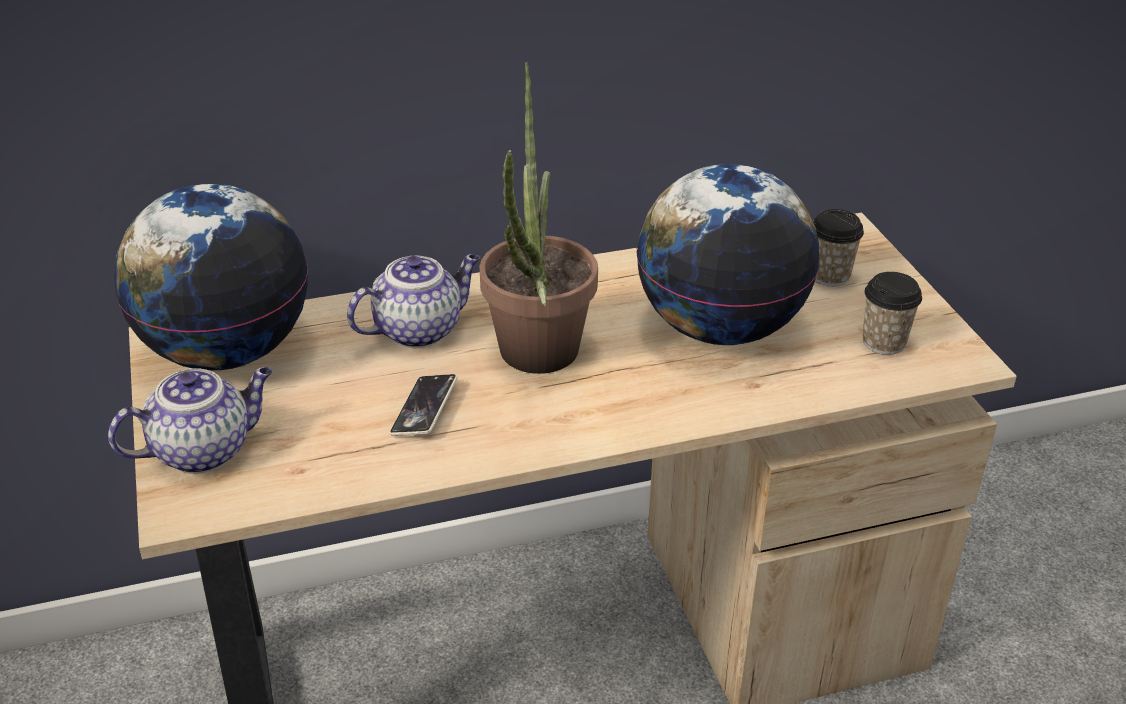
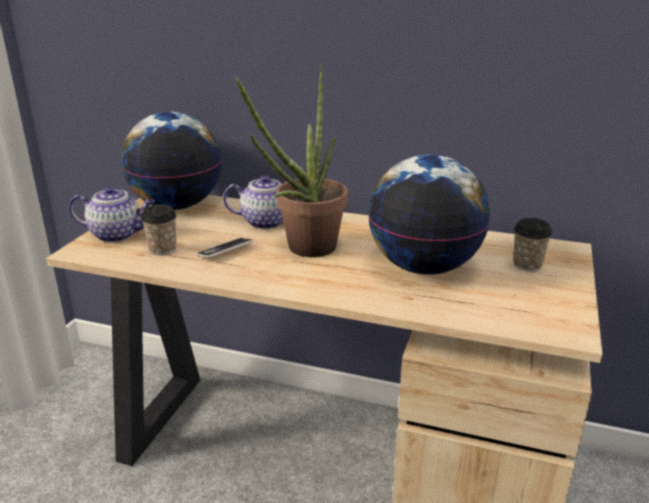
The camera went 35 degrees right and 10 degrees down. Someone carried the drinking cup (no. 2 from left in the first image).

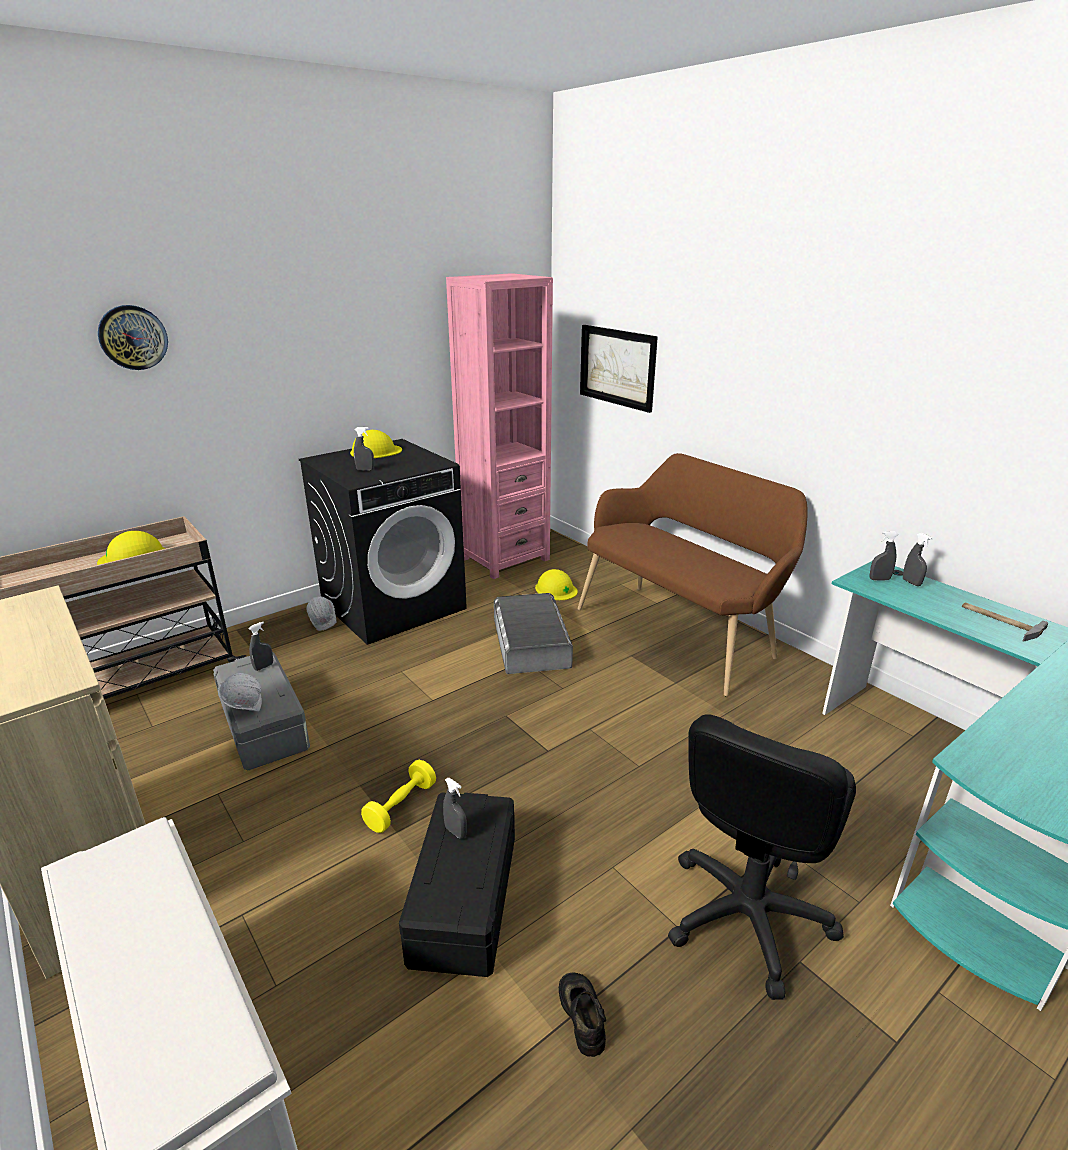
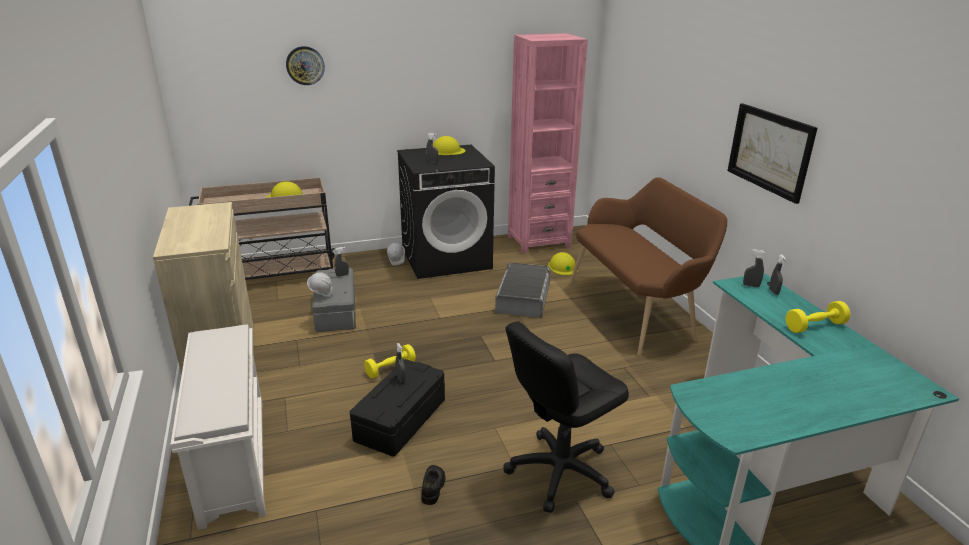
The camera went 20 degrees right and 0 degrees up. Someone carried the picture. Someone swapped the hand hammer for the yellowish free weight (no. 2 from left).

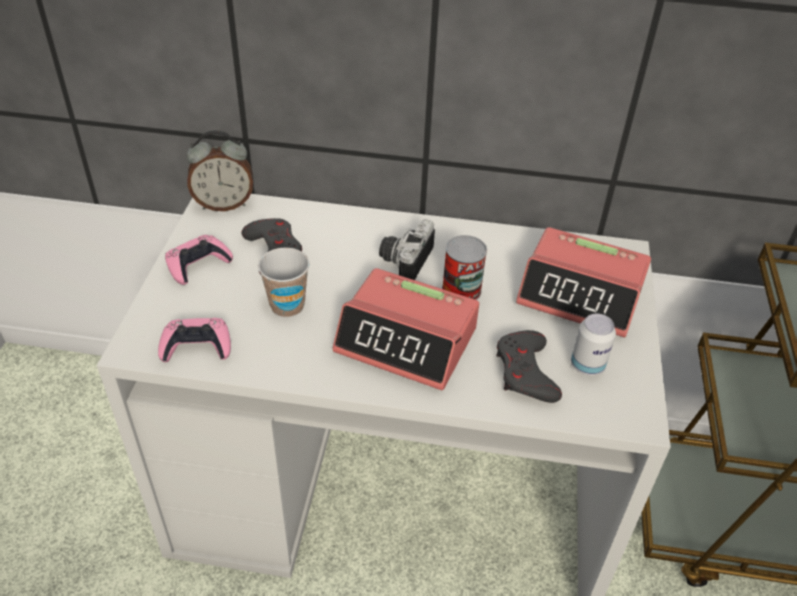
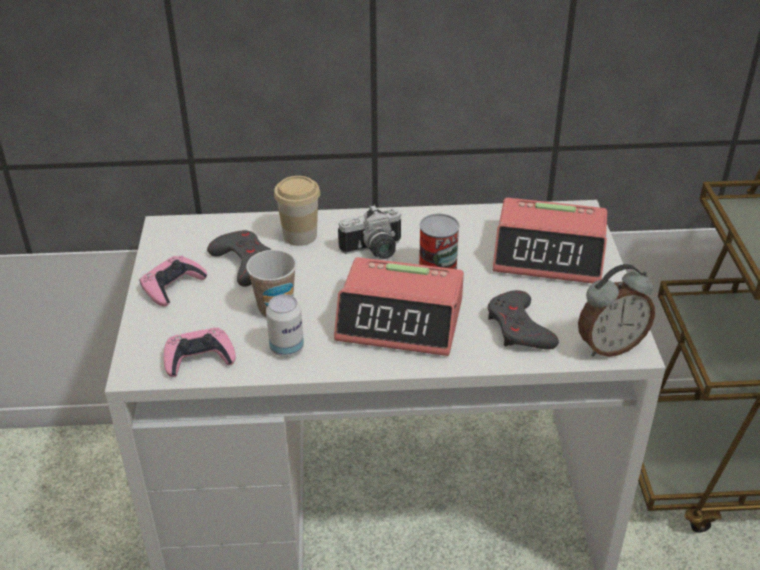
The camera went 10 degrees left and 5 degrees down. Someone carried the metal can (no. 2 from left in the first image). Someone put down the drinking cup (no. 2 from left). Someone rotated the still camera by 120 degrees counterclockwise. Someone carried the table clock (no. 1 from left in the first image).

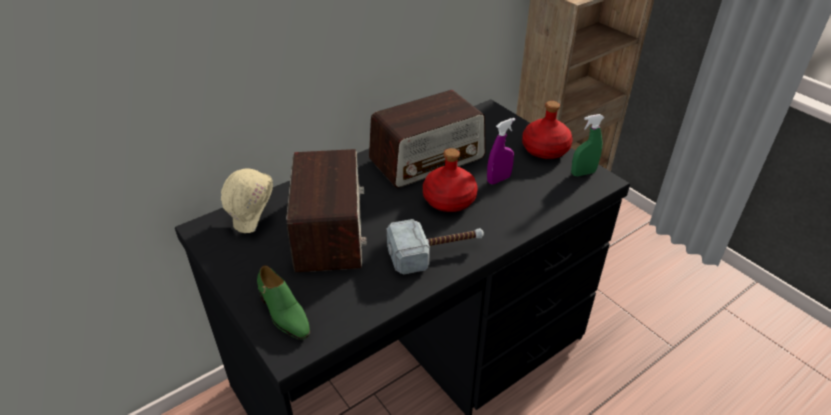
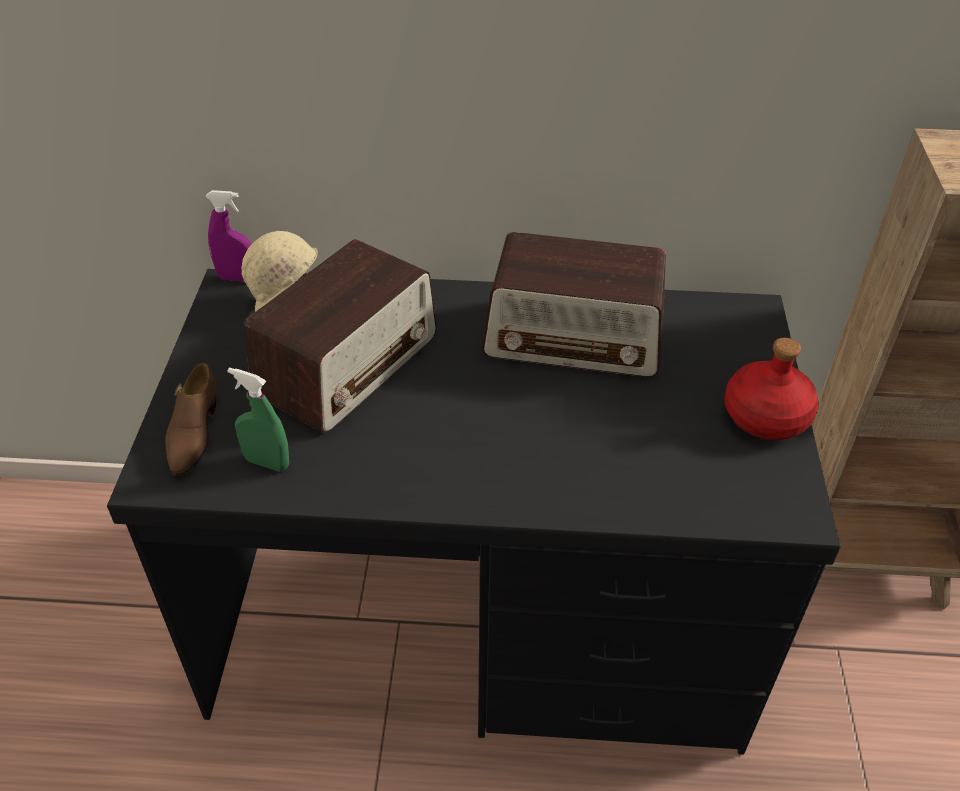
The camera went 40 degrees right and 5 degrees up. Someone repainted the green-coloured shoe, which became the brownish shoe. Someone carried the purple-coloured hand sprayer. Someone carried the green-coloured hand sprayer. Someone took away the hand hammer. Someone took away the red-coloured drink bottle (no. 1 from left).

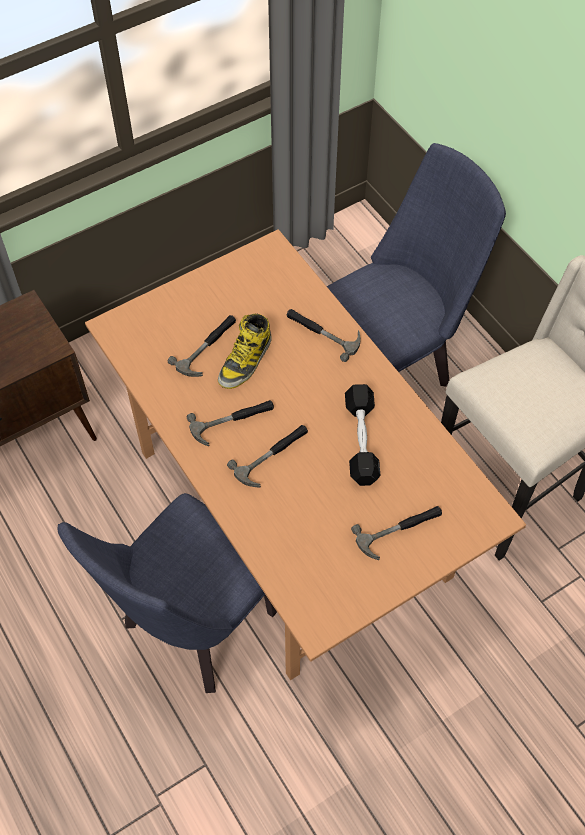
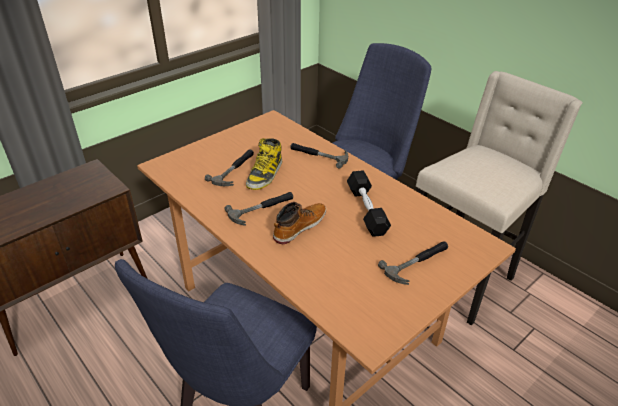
The camera went 10 degrees left and 20 degrees down. Someone swapped the hand hammer (no. 3 from left) for the tall boot (no. 2 from left).

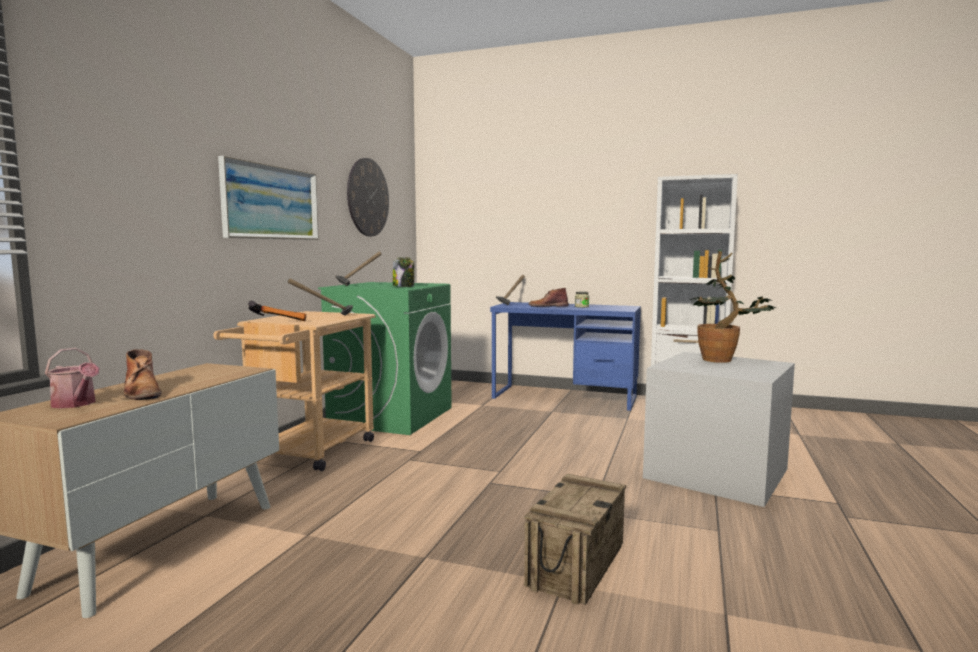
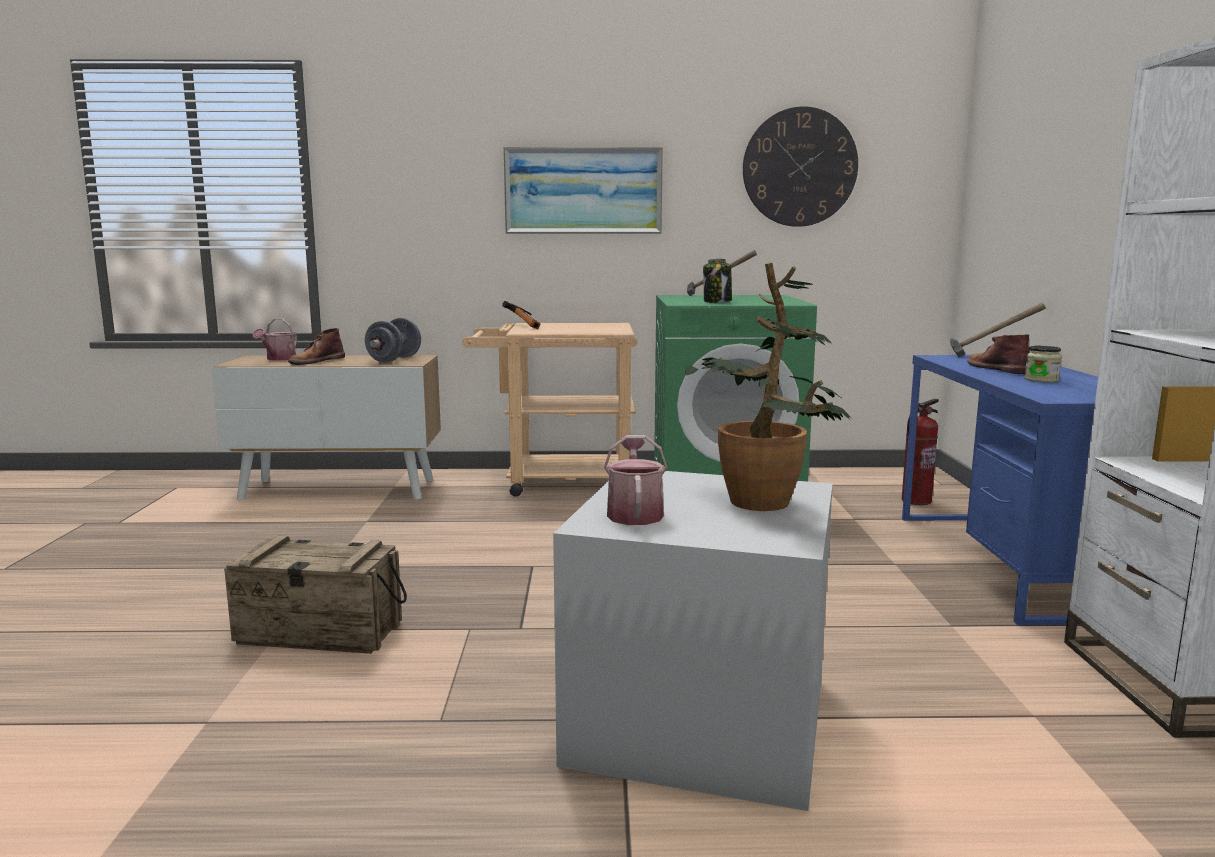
The camera went 70 degrees right and 5 degrees up. Someone put down the gray free weight. Someone put down the watering pot (no. 2 from left). Someone put down the fire extinguisher. Someone took away the hand hammer (no. 2 from left).

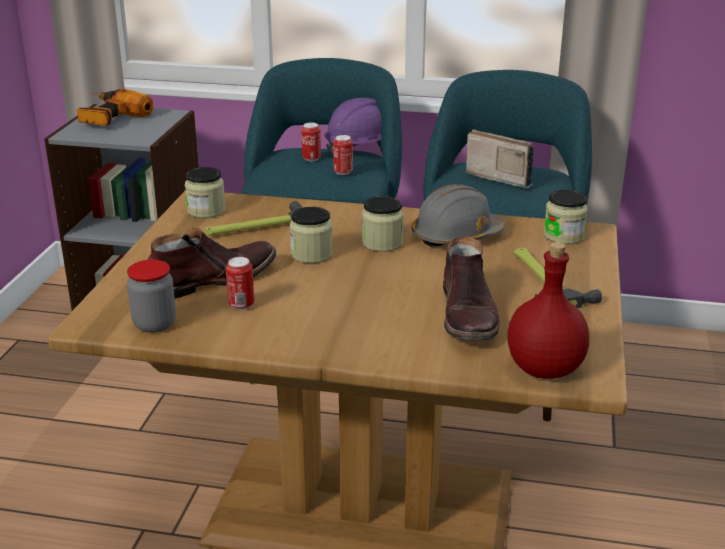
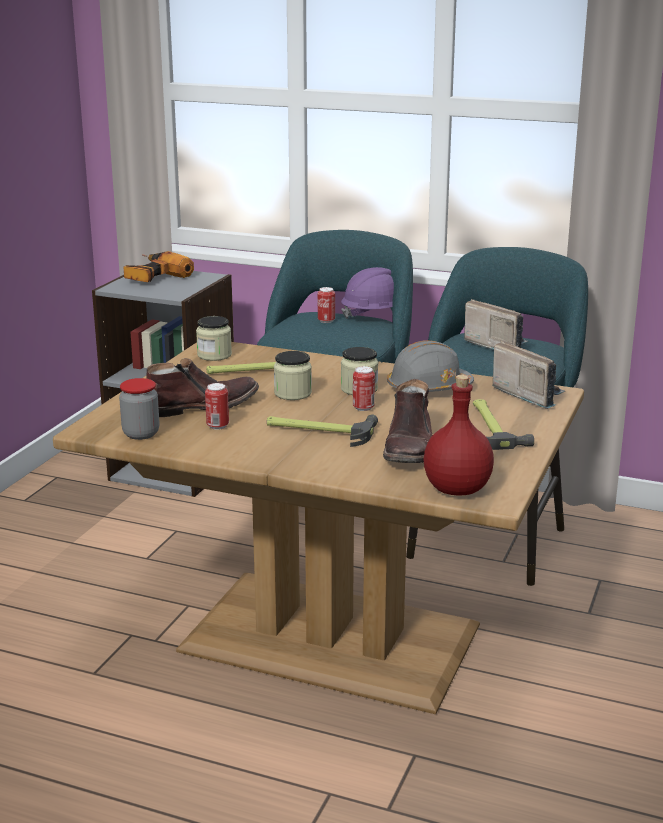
The camera went 10 degrees right and 5 degrees down. Someone put down the hand hammer (no. 2 from left). Someone carried the metal can (no. 3 from left). Someone swapped the preserve jar (no. 5 from left) for the radio set (no. 2 from left).

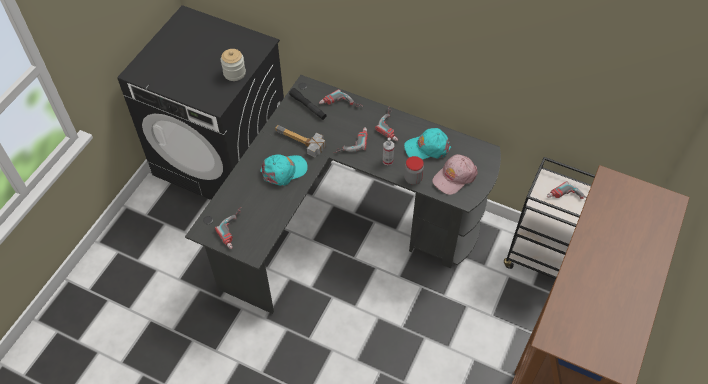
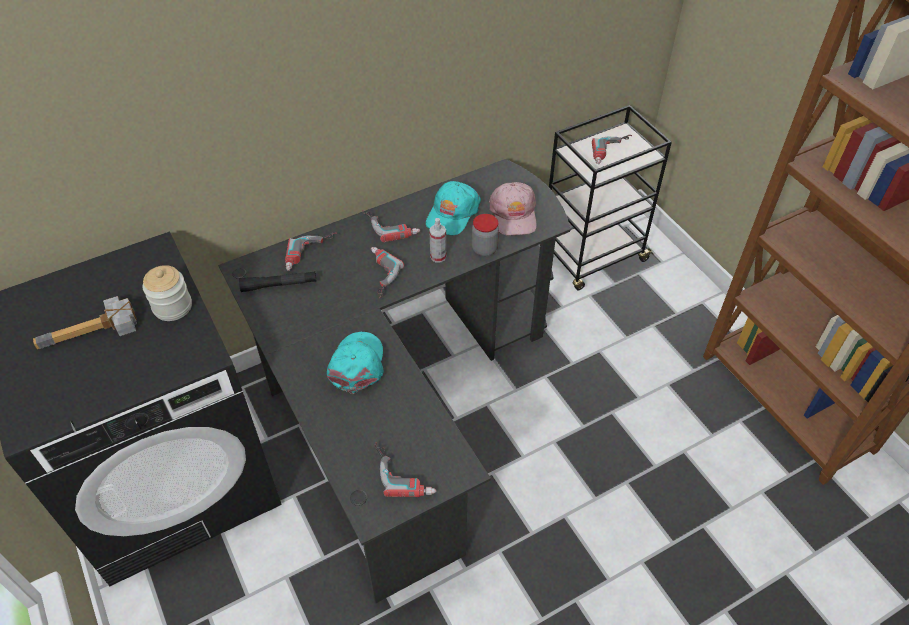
The camera went 55 degrees left and 5 degrees down. Someone carried the hand hammer.

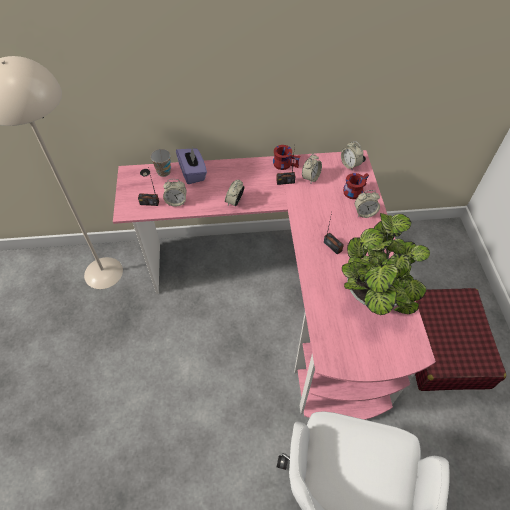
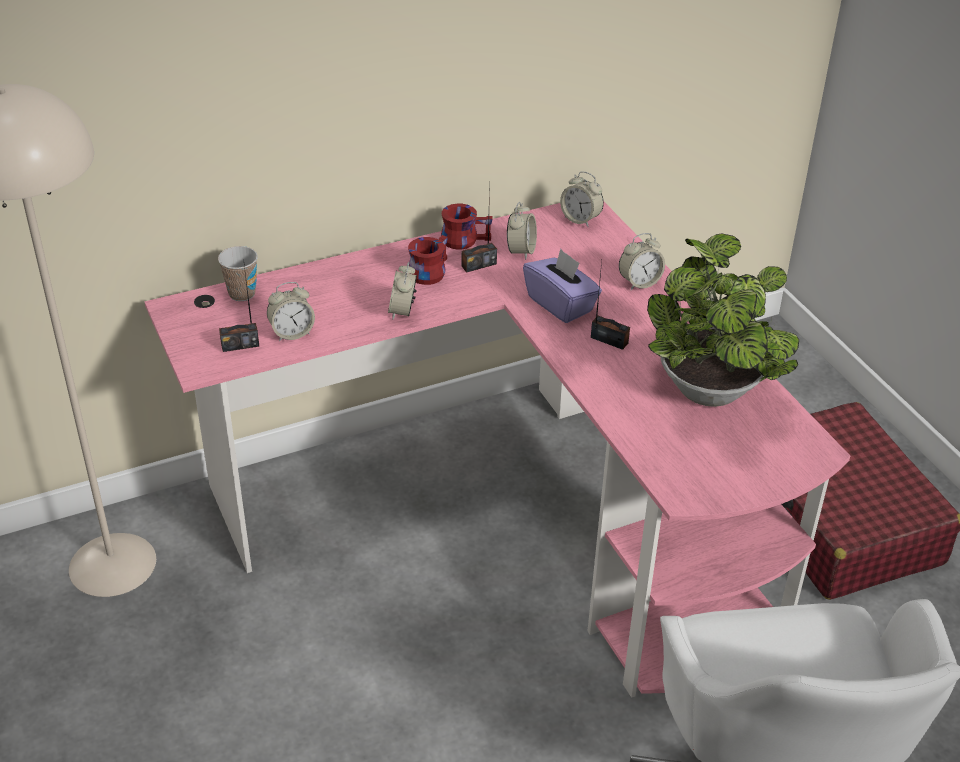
The camera went 20 degrees left and 15 degrees down. Someone carried the red-coloured tea mug (no. 2 from left in the first image). Someone carried the purple-coloured box of tissues.

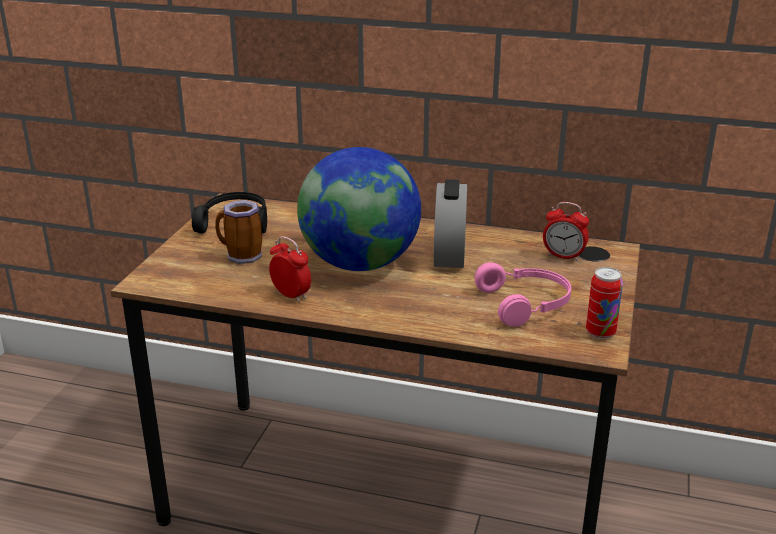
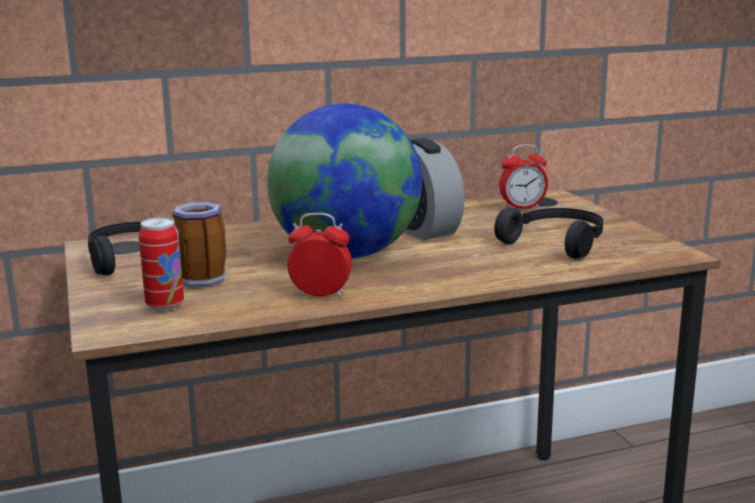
The camera went 35 degrees left and 10 degrees down. Someone carried the metal can. Someone repainted the pink pair of headphones, which became the black pair of headphones (no. 2 from left).

